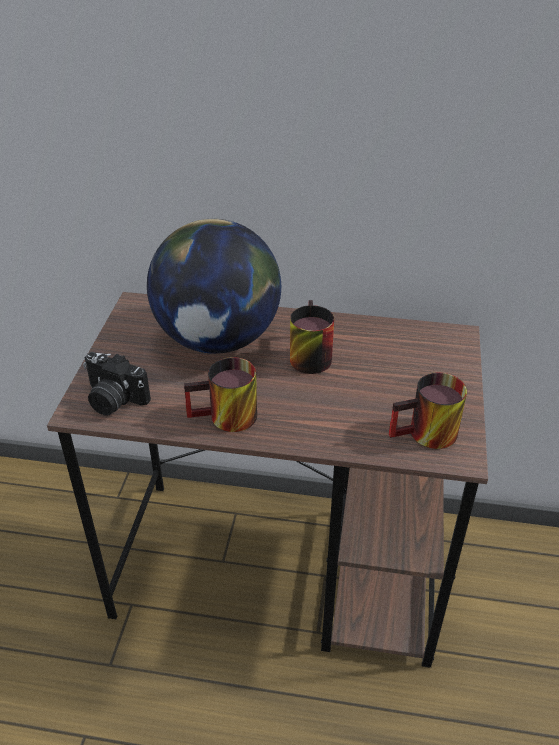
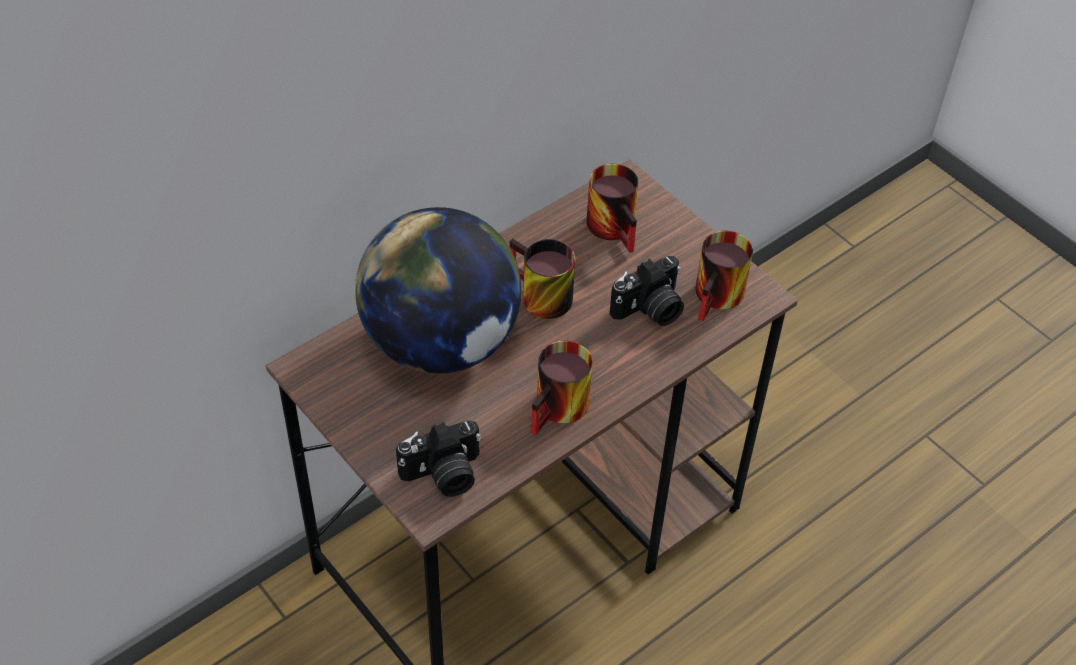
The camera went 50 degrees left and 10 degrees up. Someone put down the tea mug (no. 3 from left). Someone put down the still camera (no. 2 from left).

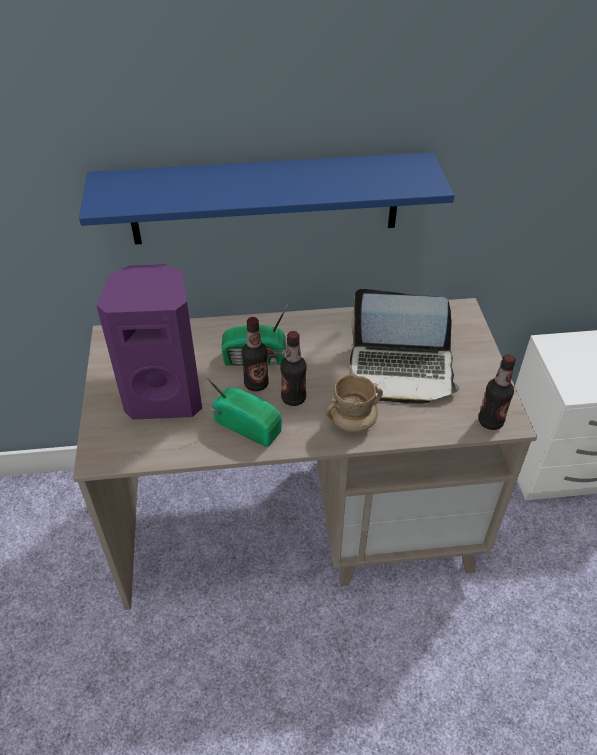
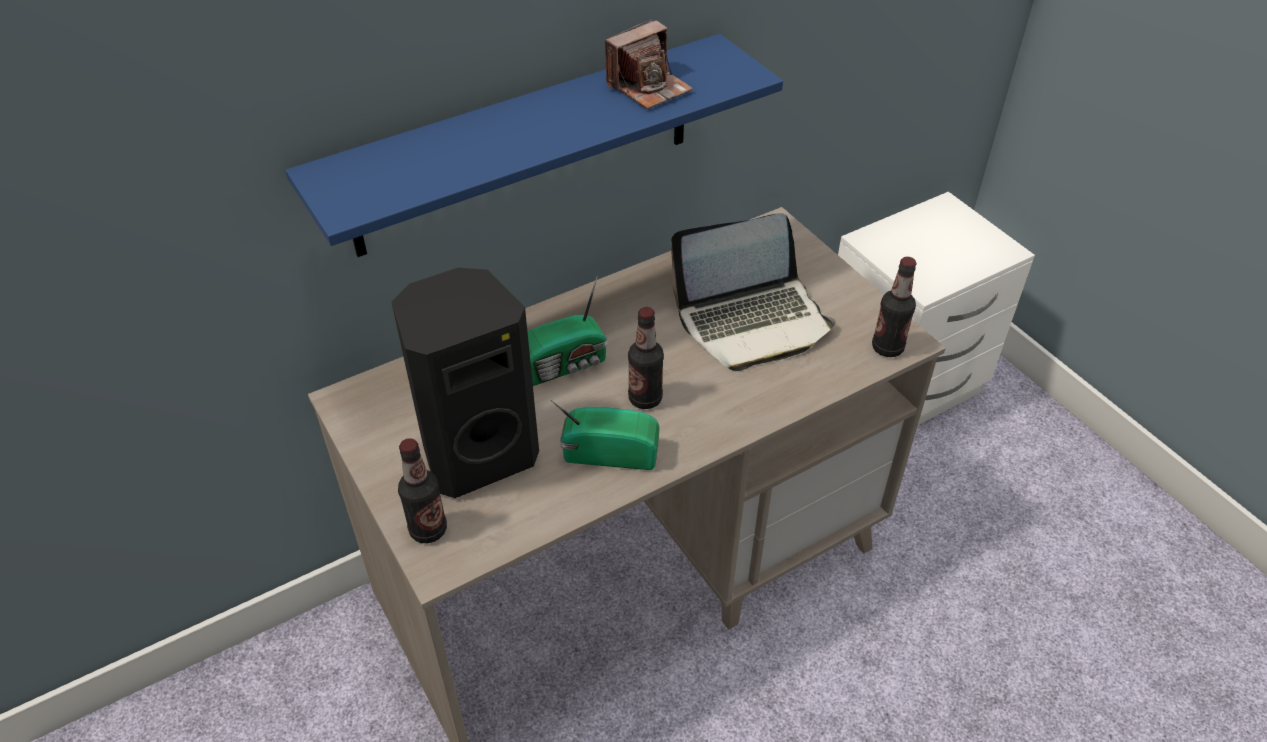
The camera went 25 degrees left and 0 degrees up. Someone repainted the purple-coloured audio speaker, which became the black audio speaker. Someone carried the drink bottle (no. 1 from left). Someone put down the still camera. Someone took away the beige-coloured tea mug.

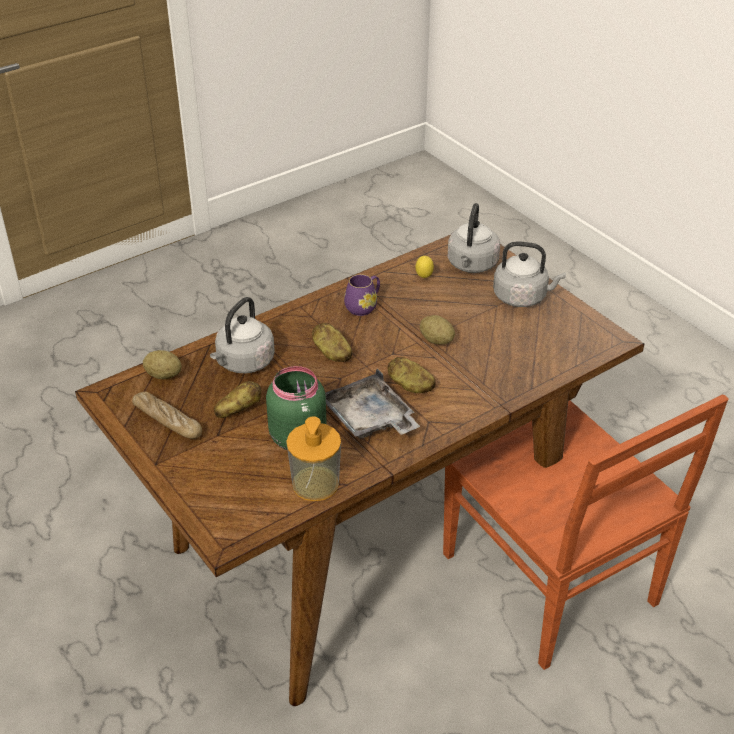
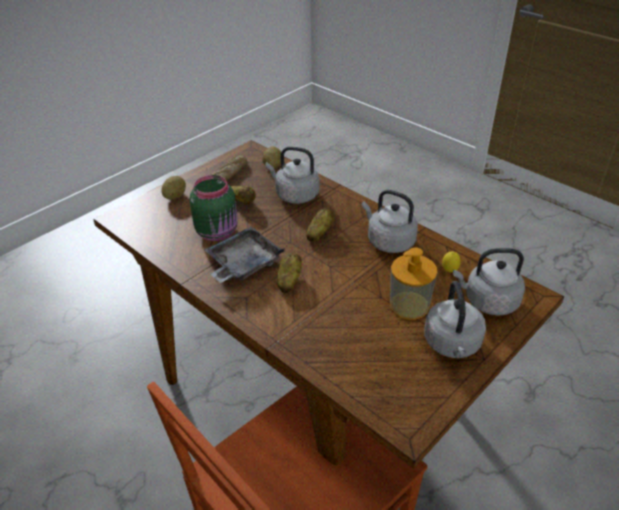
The camera went 80 degrees right and 0 degrees up. Someone carried the spud (no. 5 from left in the first image). Someone swapped the purple-coloured tea mug for the gray water kettle (no. 2 from left). Someone carried the soap bottle.

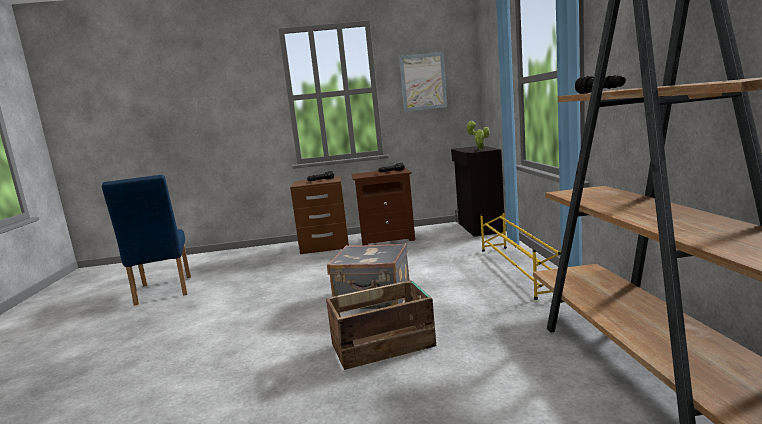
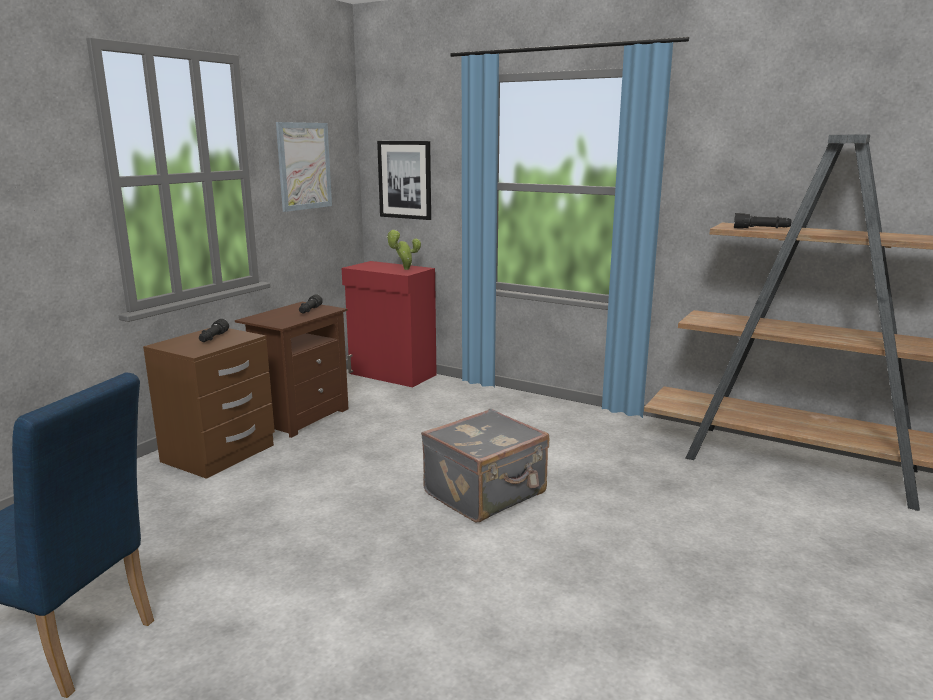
The camera went 55 degrees left and 5 degrees up. Someone repainted the black storage cabinet, which became the red-coloured storage cabinet. Someone put up the picture (no. 2 from left). Someone took away the shipping crate. Someone took away the yellowish shoe shelf.

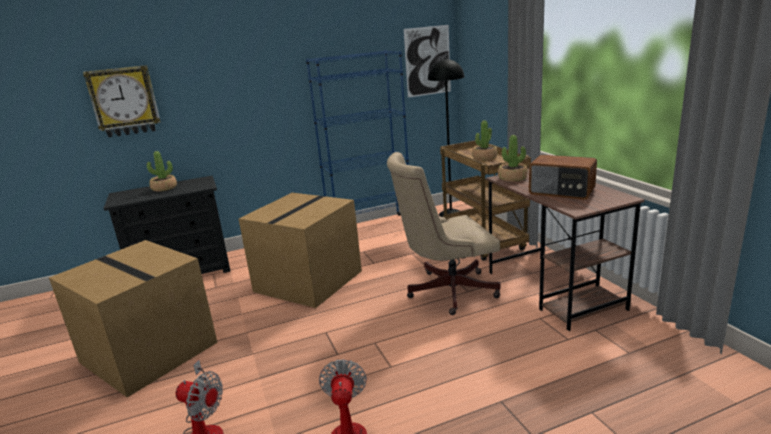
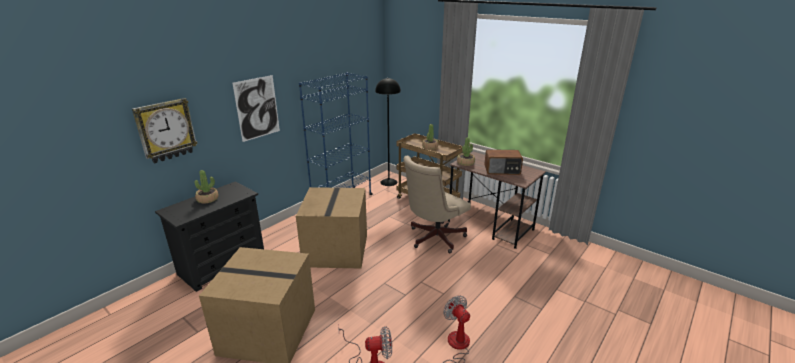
The camera went 30 degrees left and 5 degrees up. Someone carried the picture.

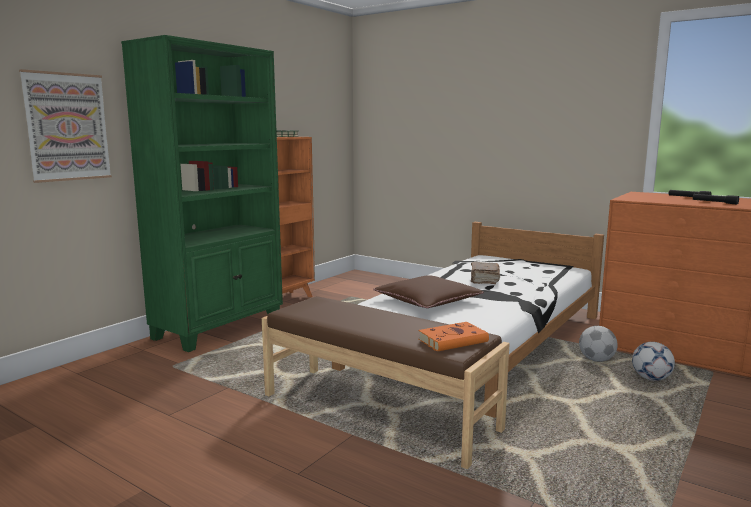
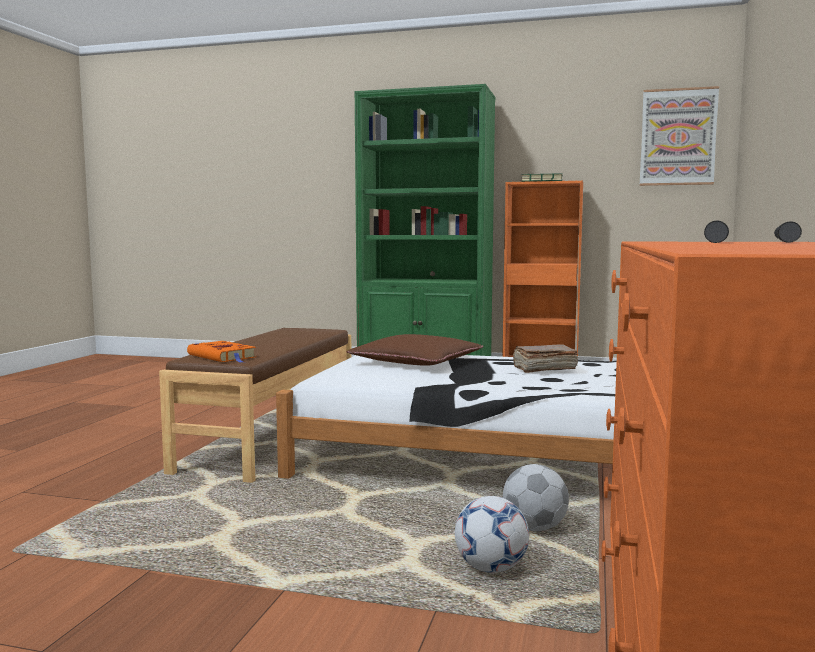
The camera went 70 degrees right and 5 degrees down. Someone carried the picture.

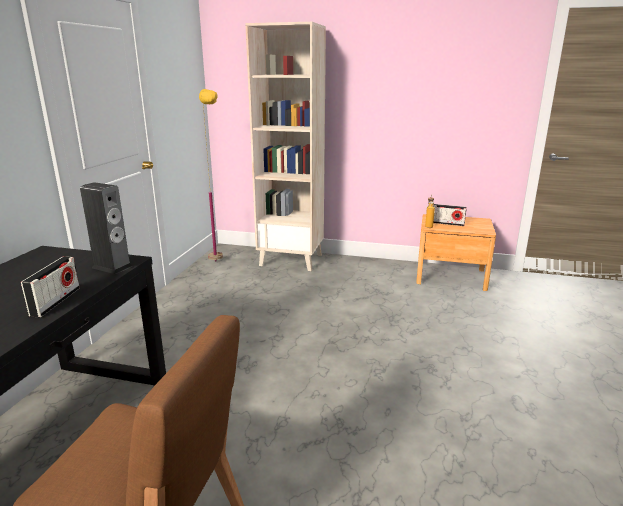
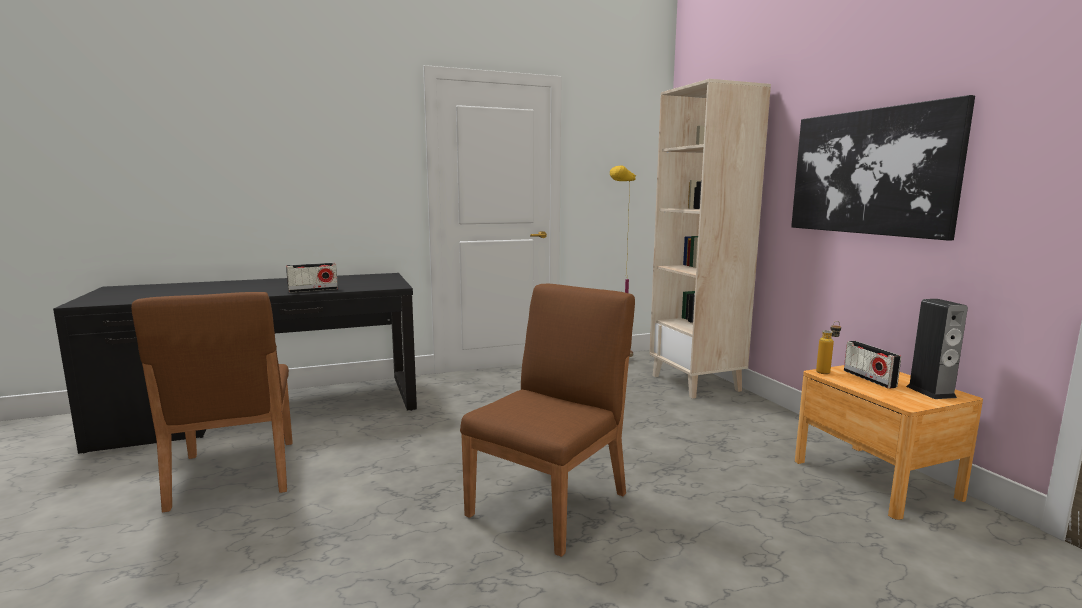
The camera went 55 degrees right and 10 degrees down. Someone put down the brownish plain chair (no. 2 from left). Someone put up the picture. Someone carried the audio speaker.

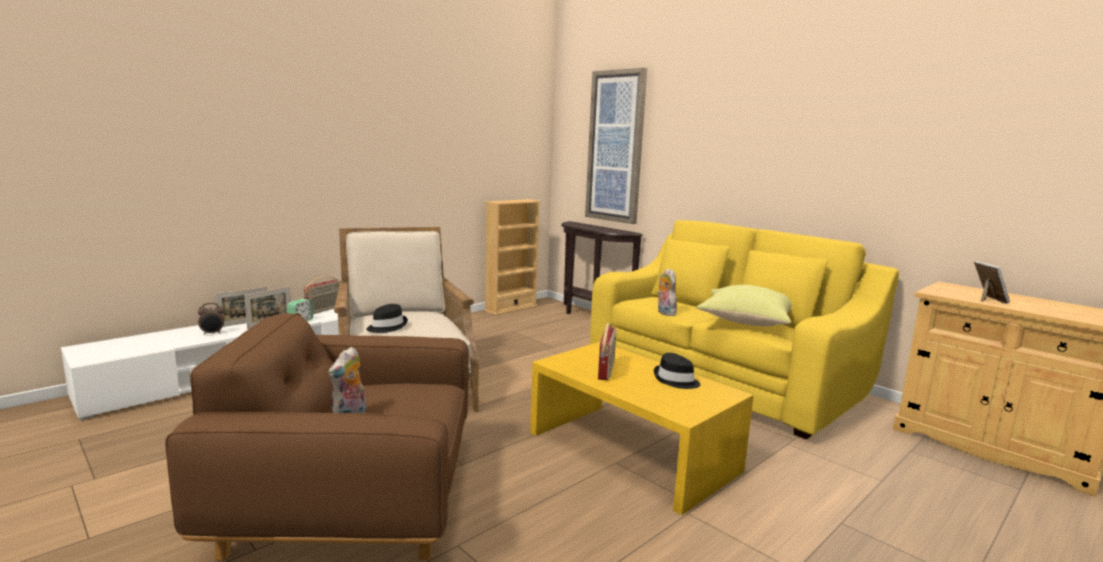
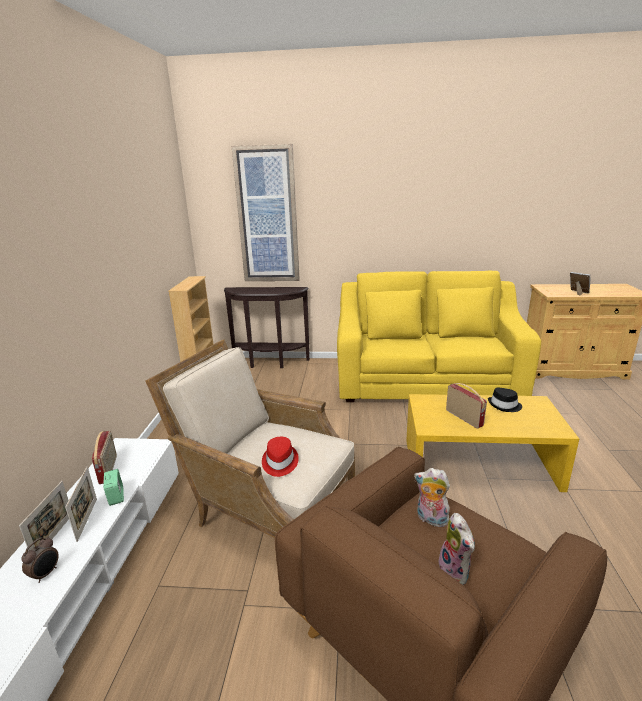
The camera went 40 degrees left and 10 degrees up. Someone repainted the black hat (no. 1 from left), which became the red-coloured hat. Someone carried the soft toy (no. 2 from left in the first image). Someone took away the yellowish cushion.

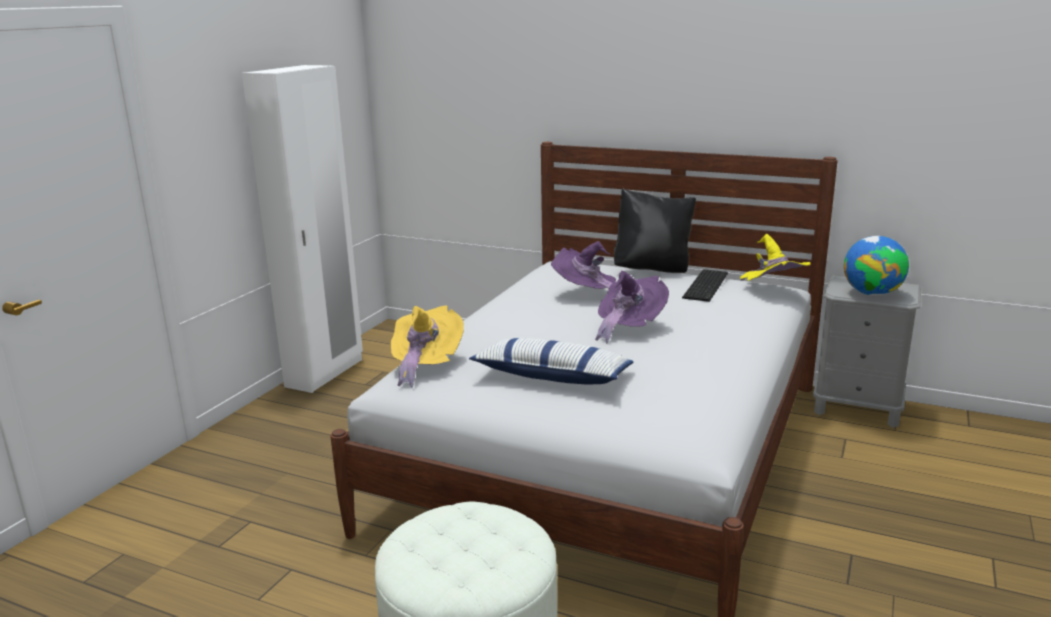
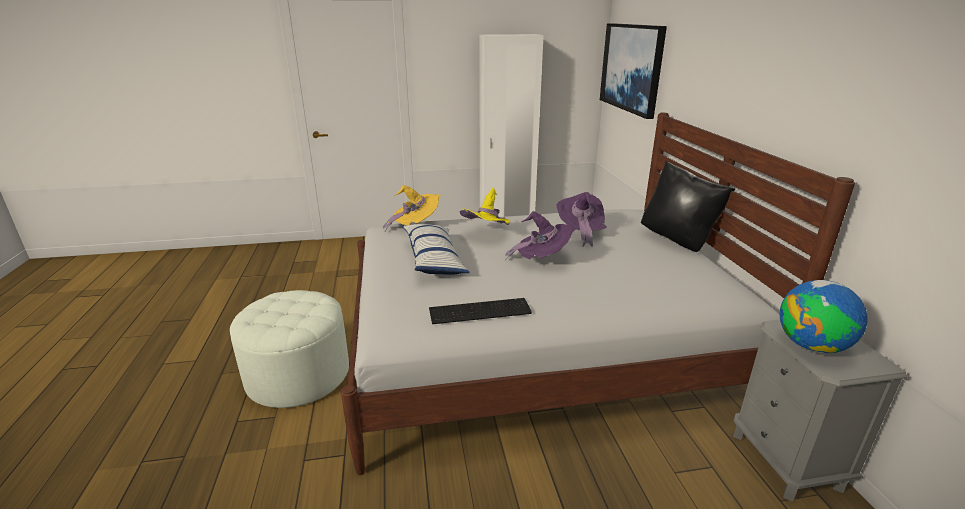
The camera went 55 degrees right and 5 degrees up. Someone carried the PC keyboard. Someone carried the yellowish hat (no. 2 from left). Someone put up the picture.

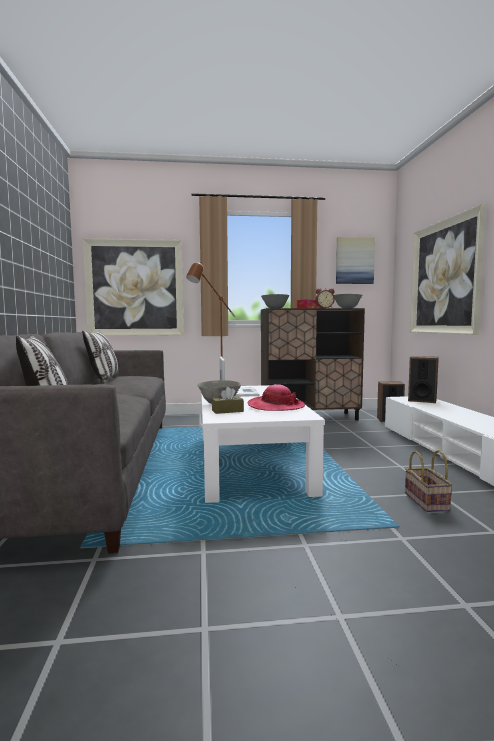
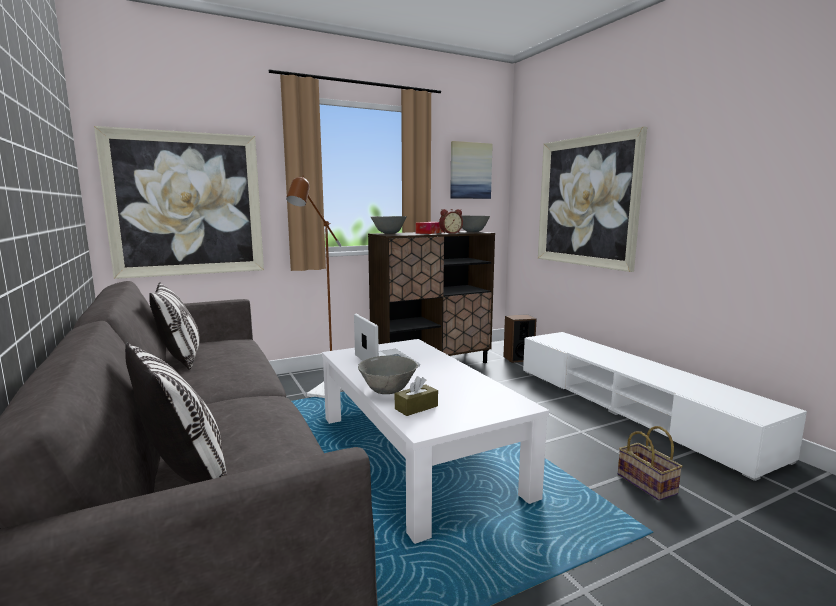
The camera went 20 degrees left and 5 degrees up. Someone took away the hat. Someone took away the audio speaker (no. 2 from left).

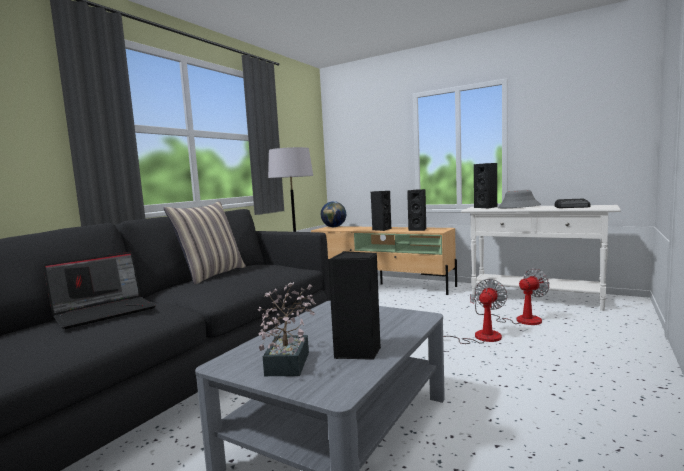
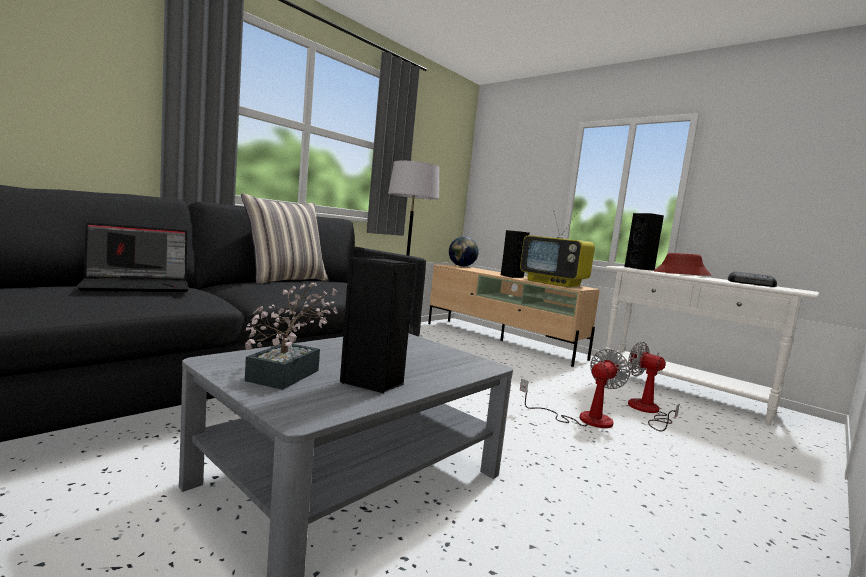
The camera went 10 degrees right and 0 degrees up. Someone swapped the black audio speaker (no. 3 from left) for the television. Someone rotated the fan (no. 2 from left) by 120 degrees counterclockwise. Someone repainted the gray hat, which became the red-coloured hat.

